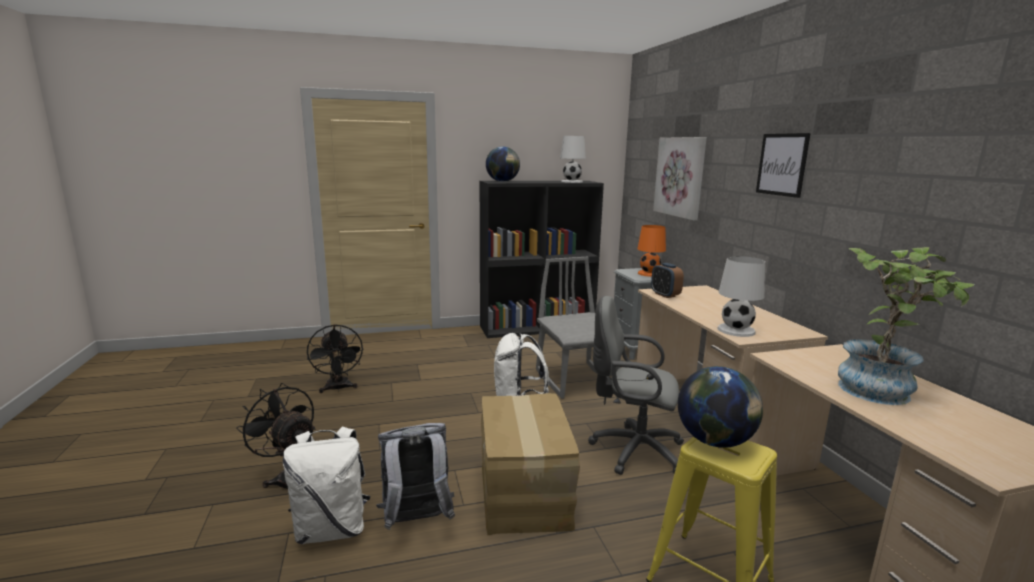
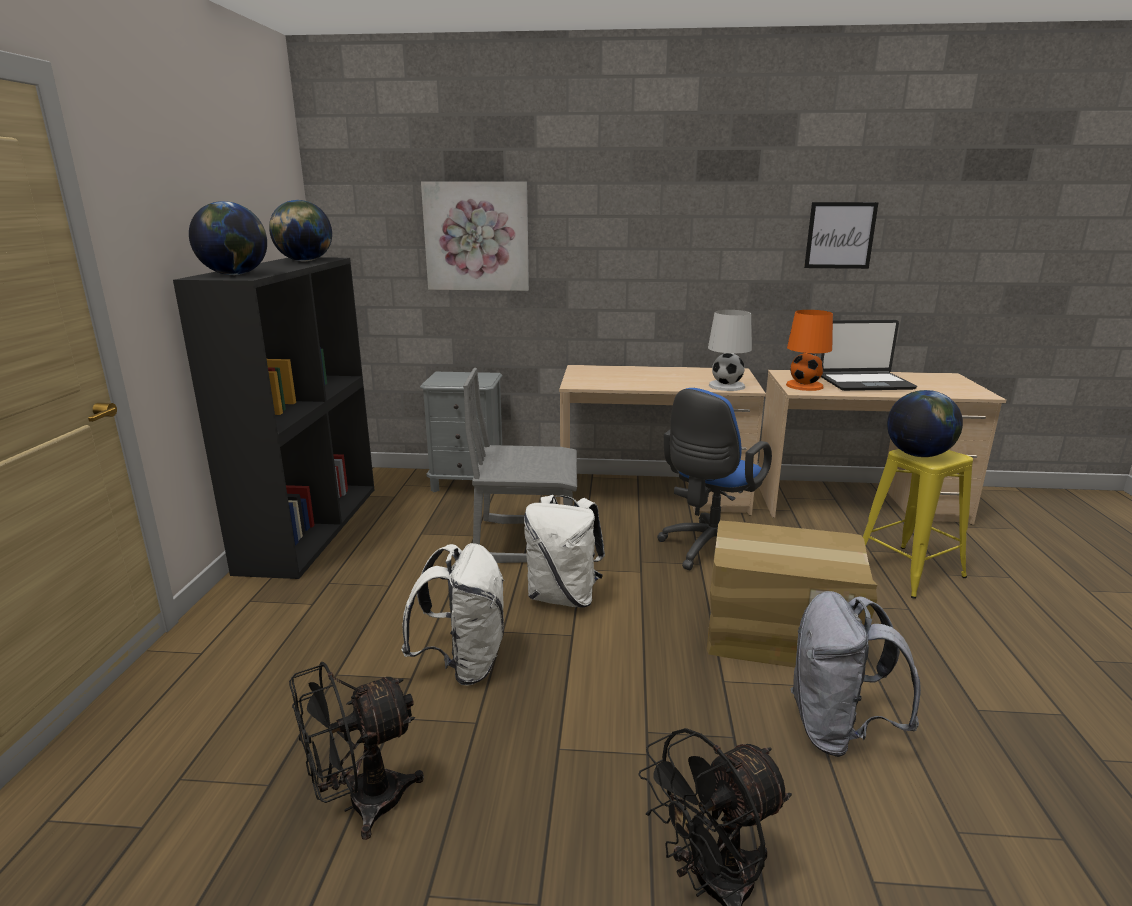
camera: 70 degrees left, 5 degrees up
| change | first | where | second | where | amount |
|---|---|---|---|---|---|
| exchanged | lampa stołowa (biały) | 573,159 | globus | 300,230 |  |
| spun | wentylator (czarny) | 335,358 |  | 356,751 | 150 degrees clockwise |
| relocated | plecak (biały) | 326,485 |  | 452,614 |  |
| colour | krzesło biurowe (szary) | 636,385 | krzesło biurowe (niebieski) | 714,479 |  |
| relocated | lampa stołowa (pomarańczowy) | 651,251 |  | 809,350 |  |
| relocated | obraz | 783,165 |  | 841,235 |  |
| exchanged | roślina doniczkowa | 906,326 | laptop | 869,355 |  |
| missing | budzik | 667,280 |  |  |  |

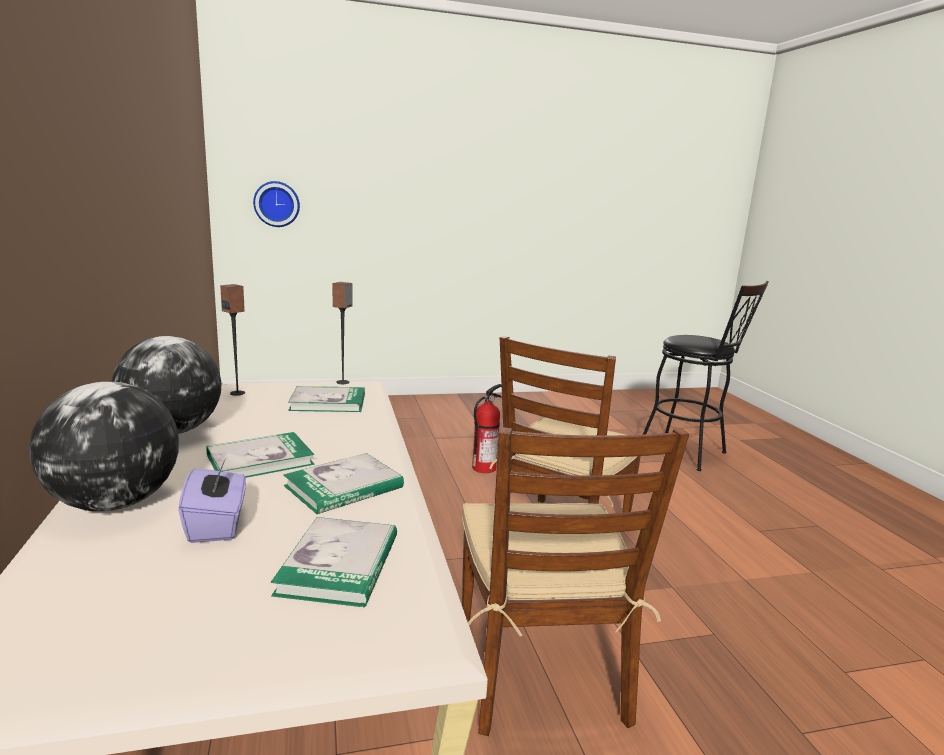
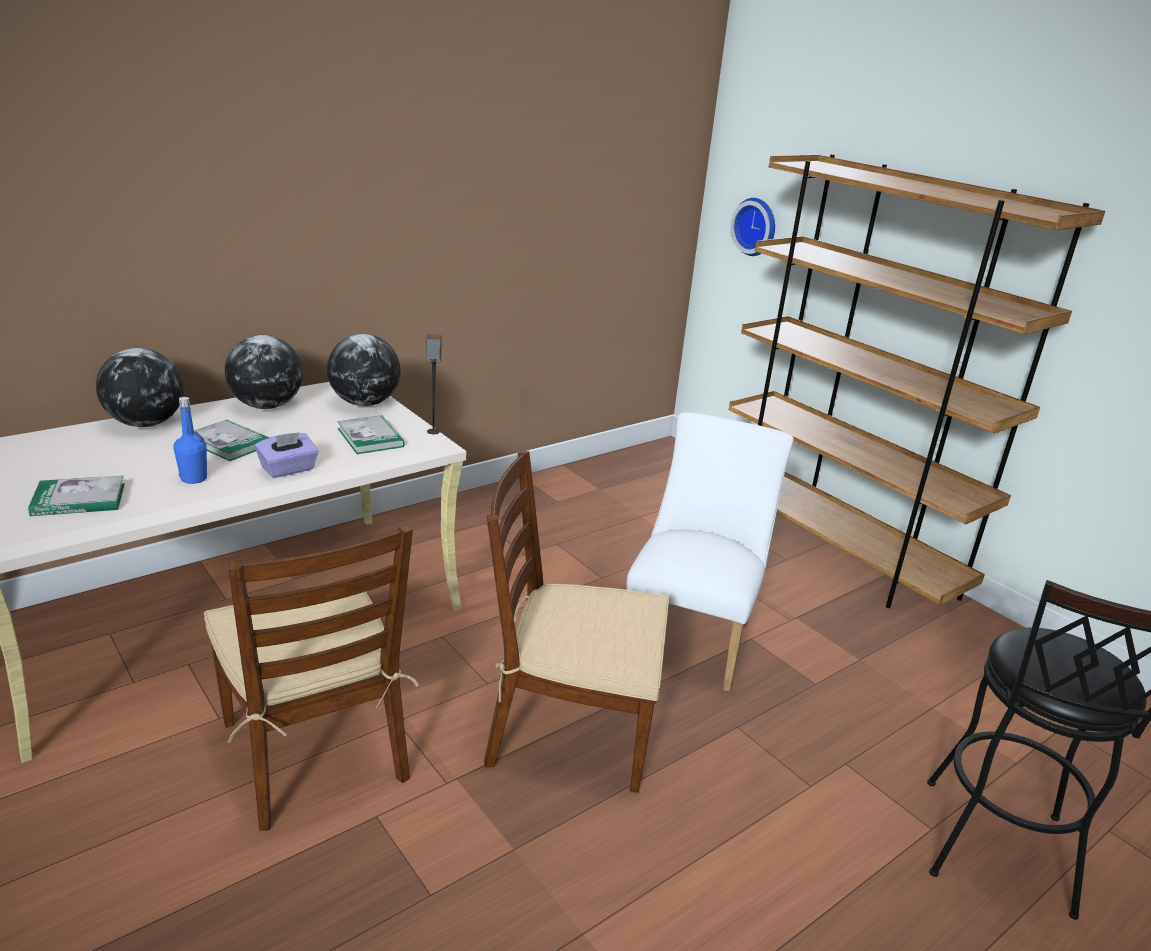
camera: 65 degrees right, 10 degrees up
| change | first | where | second | where | amount |
|---|---|---|---|---|---|
| exchanged | książka | 343,483 | butelka (niebieski) | 190,440 |  |
| spun | krzesło (brązowy) | 575,581 |  | 311,678 | 90 degrees counterclockwise |
| relocated | pudełko chusteczek (fioletowy) | 212,500 |  | 287,455 |  |
| exchanged | głośnik | 232,340 | globus | 364,370 |  |
| exchanged | gaśnica | 487,428 | krzesło (biały) | 710,552 |  |
| appeared |  |  | regał (brązowy) | 917,381 |  |

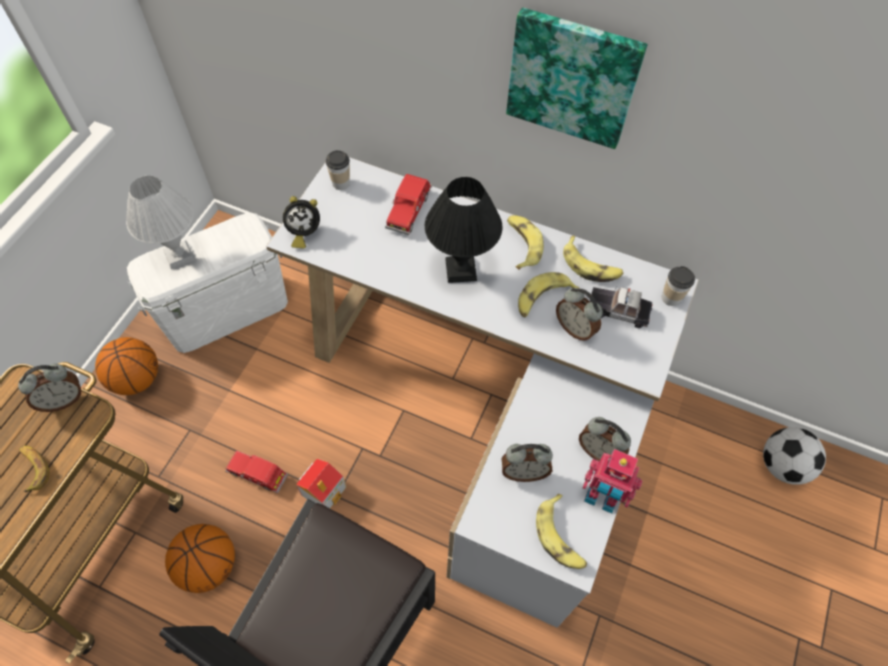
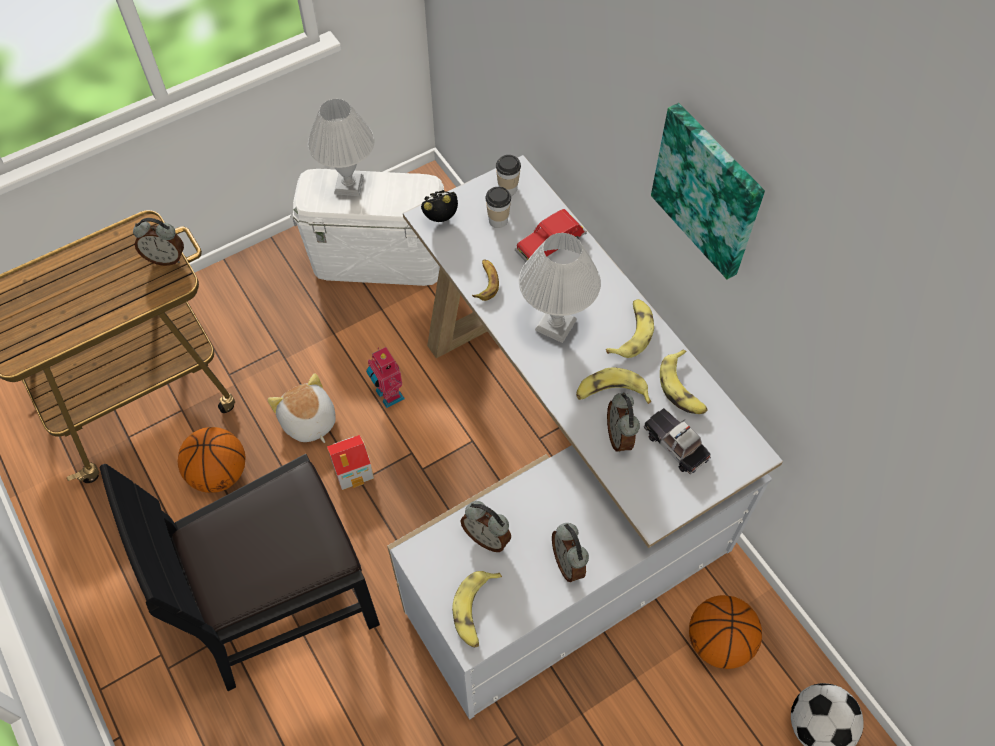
camera: 35 degrees right, 0 degrees up
| change | first | where | second | where | amount |
|---|---|---|---|---|---|
| exchanged | samochodzik (czerwony) | 256,472 | pluszak | 302,408 |  |
| relocated | robot zabawkowy | 612,481 |  | 385,377 |  |
| spun | budzik | 301,222 |  | 439,206 | 135 degrees clockwise |
| relocated | banan | 34,469 |  | 485,280 |  |
| relocated | filiżanka | 678,286 |  | 498,207 |  |
| colour | lampa stołowa (czarny) | 463,230 | lampa stołowa (biały) | 560,288 |  |
| relocated | piłka do koszykówki | 126,366 |  | 725,632 |  |

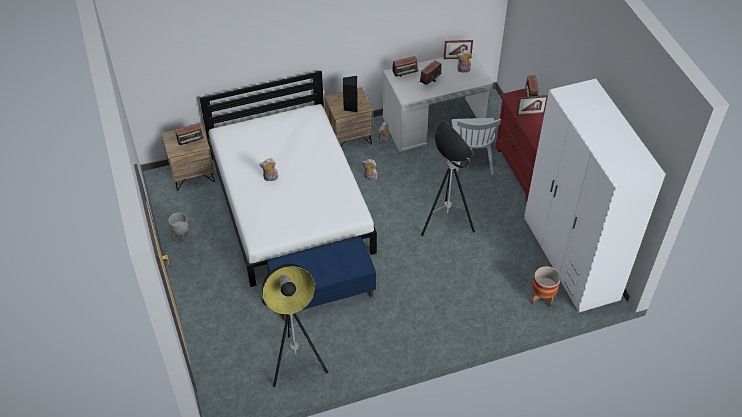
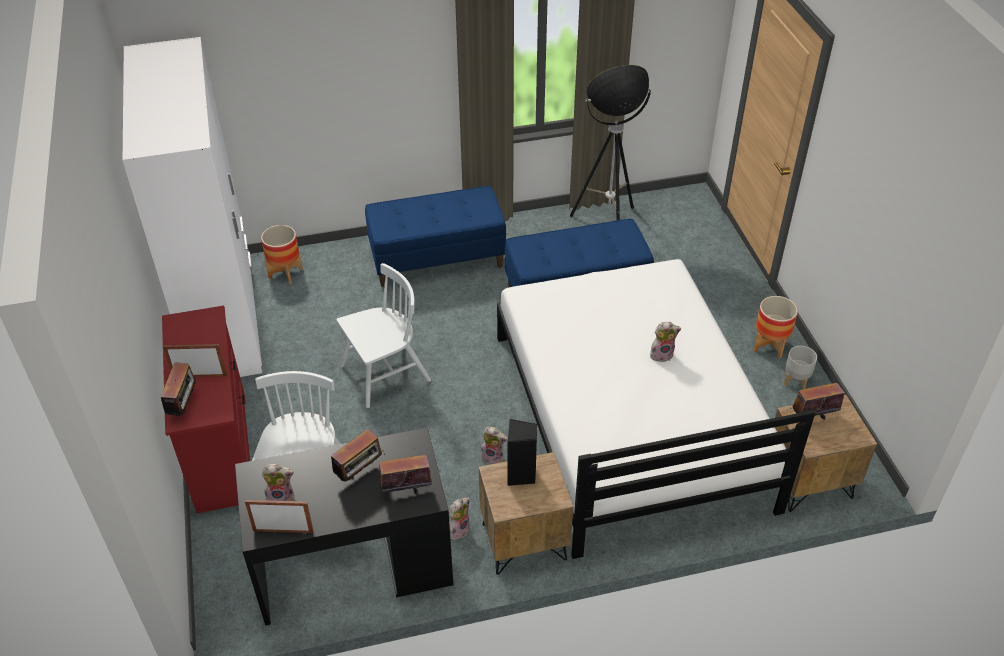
camera: 175 degrees left, 5 degrees down
| change | first | where | second | where | amount |
|---|---|---|---|---|---|
| colour | biurko (biały) | 438,101 | biurko (czarny) | 344,527 |  |
| exchanged | lampa stojąca | 448,178 | krzesło (biały) | 384,335 |  |
| appeared |  |  | ławka (niebieski) | 435,236 |  |
| appeared |  |  | donica | 775,327 |  |

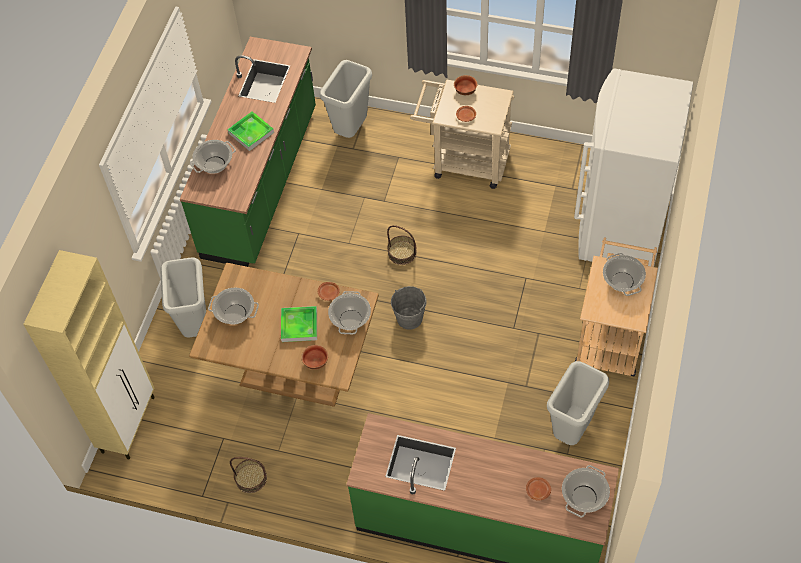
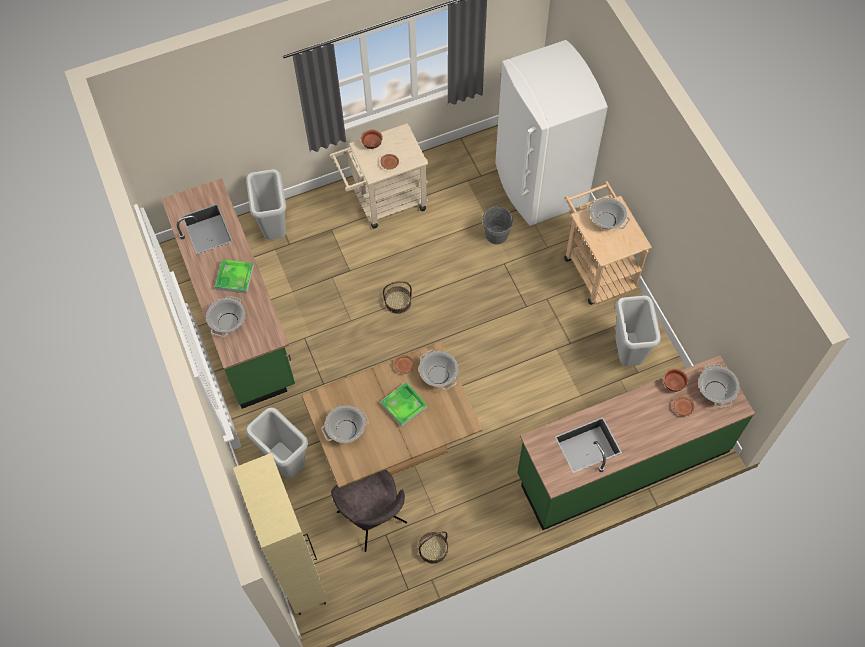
camera: 40 degrees left, 5 degrees up
| change | first | where | second | where | amount |
|---|---|---|---|---|---|
| appeared |  |  | krzesło (szary) | 369,511 |  |
| relocated | wiadro (szary) | 409,308 |  | 498,225 |  |
| relocated | miska | 314,357 |  | 676,380 |  |

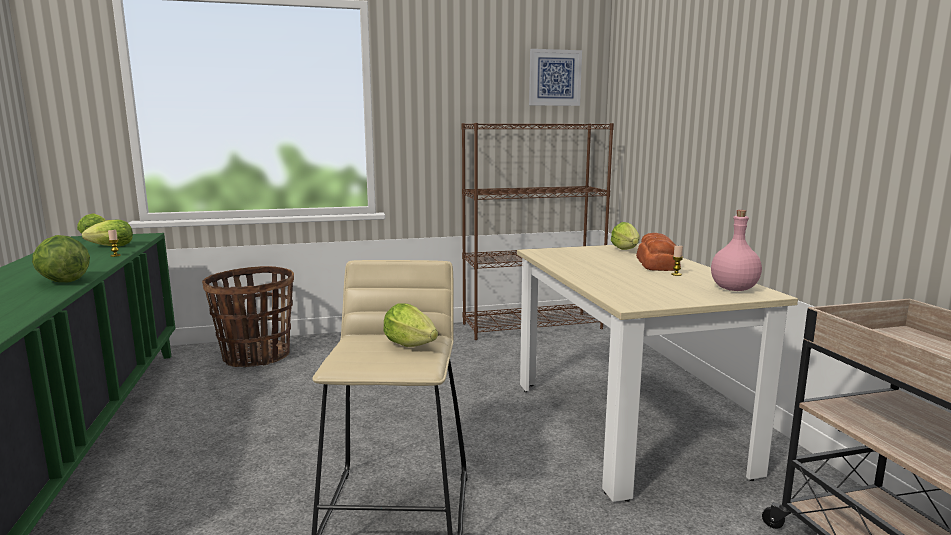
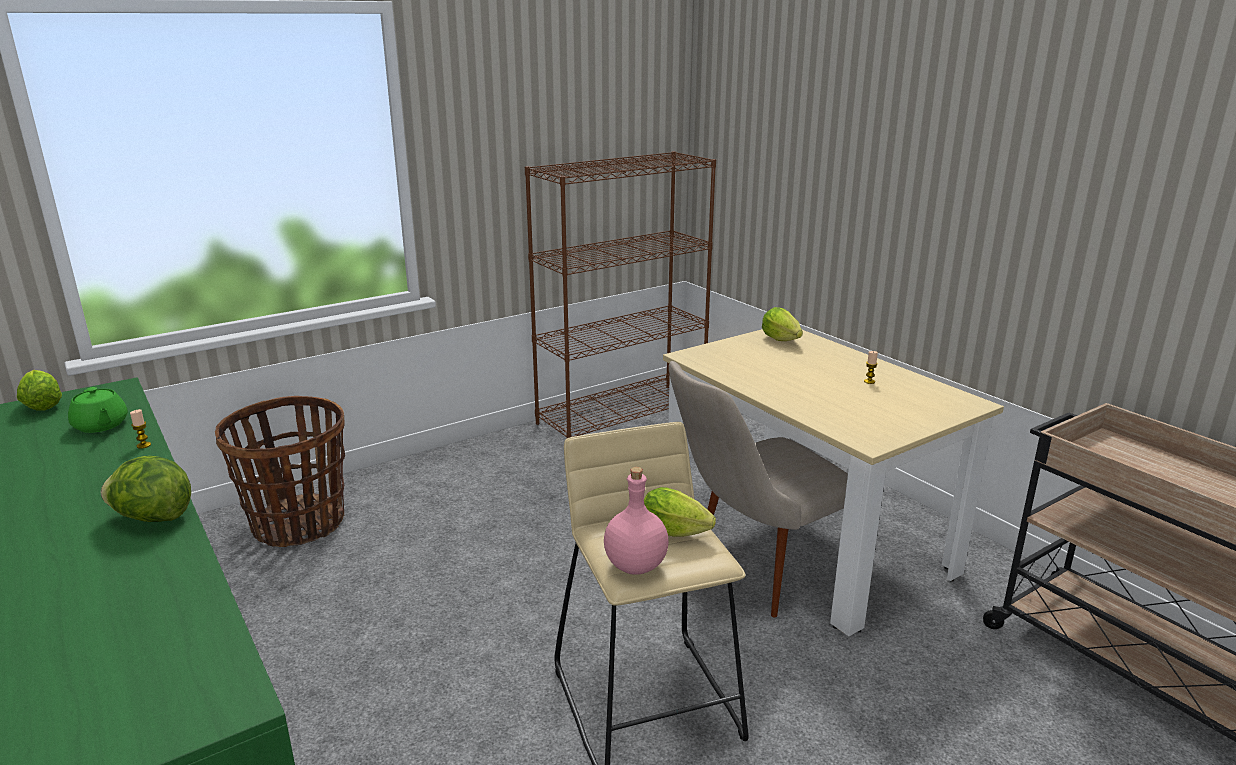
camera: 20 degrees left, 10 degrees up
| change | first | where | second | where | amount |
|---|---|---|---|---|---|
| exchanged | sałata | 107,233 | imbryk (zielony) | 98,410 |  |
| relocated | butelka (różowy) | 736,250 |  | 636,521 |  |
| appeared |  |  | krzesło (beżowy) | 758,489 |  |
| missing | obraz | 555,77 |  |  |  |
| missing | chleb | 658,252 |  |  |  |

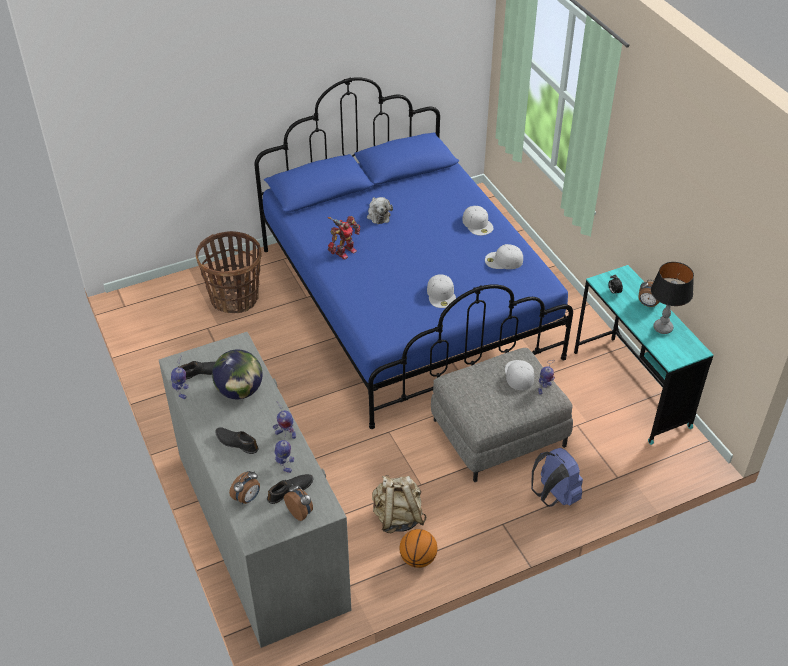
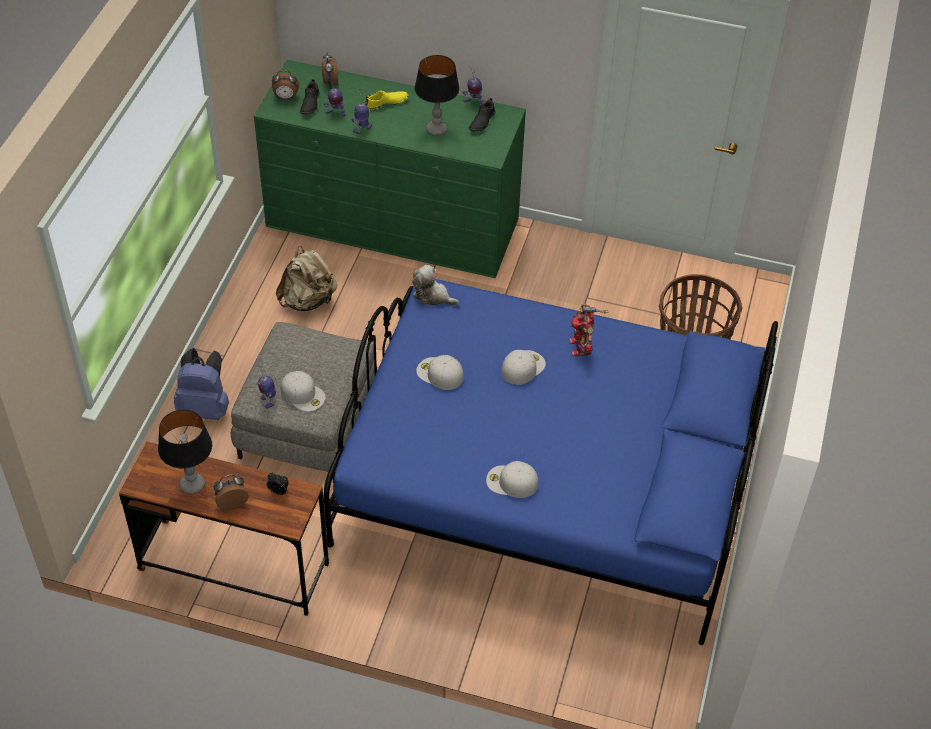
camera: 130 degrees right, 5 degrees up
| change | first | where | second | where | amount |
|---|---|---|---|---|---|
| colour | biurko (turkusowy) | 643,355 | biurko (brązowy) | 224,528 |  |
| colour | komoda (szary) | 255,490 | komoda (zielony) | 390,169 |  |
| colour | but (czarny) | 236,440 | but (żółty) | 386,100 |  |
| relocated | pluszak | 380,210 |  | 435,285 |  |
| exchanged | globus | 237,374 | lampa stołowa | 437,95 |  |
| relocated | czapka z daszkiem (biały) | 504,256 |  | 523,367 |  |
| missing | piłka do koszykówki | 418,548 |  |  |  |

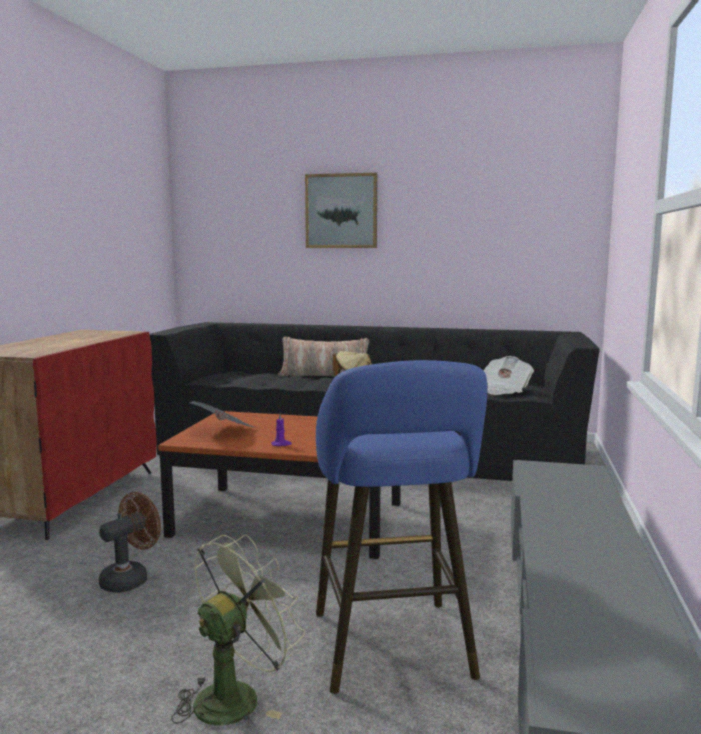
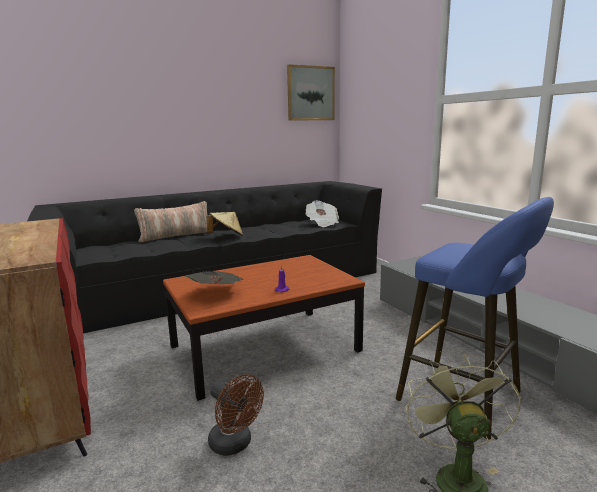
camera: 40 degrees left, 5 degrees up
| change | first | where | second | where | amount |
|---|---|---|---|---|---|
| spun | wentylator (brązowy) | 130,542 |  | 236,415 | 135 degrees clockwise |
| relocated | obraz | 341,210 |  | 311,92 |  |

